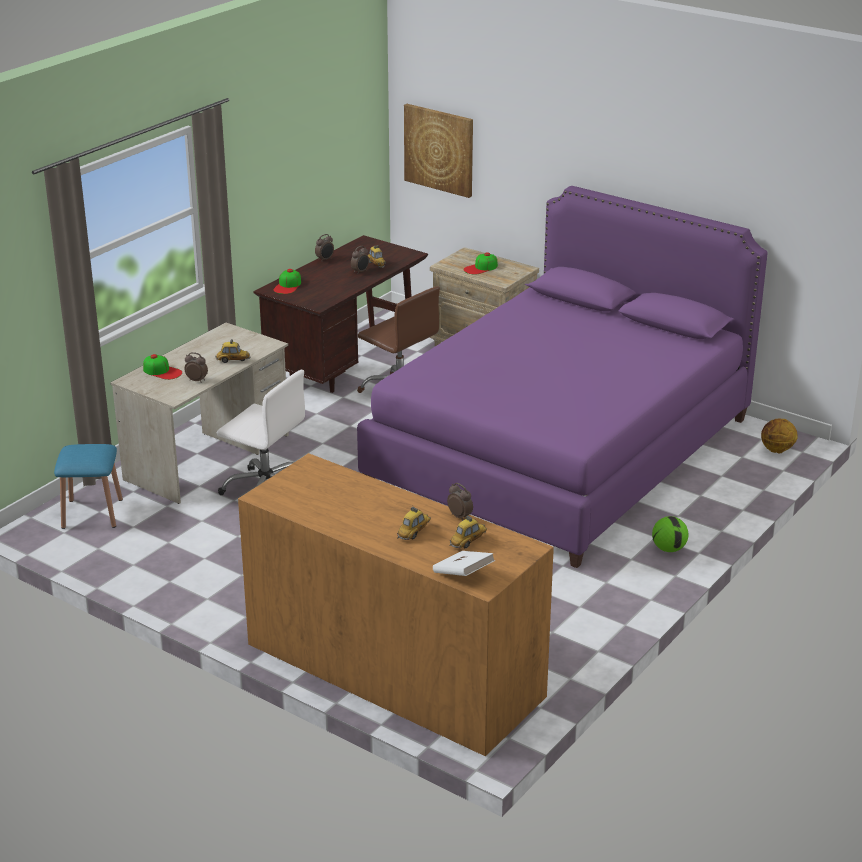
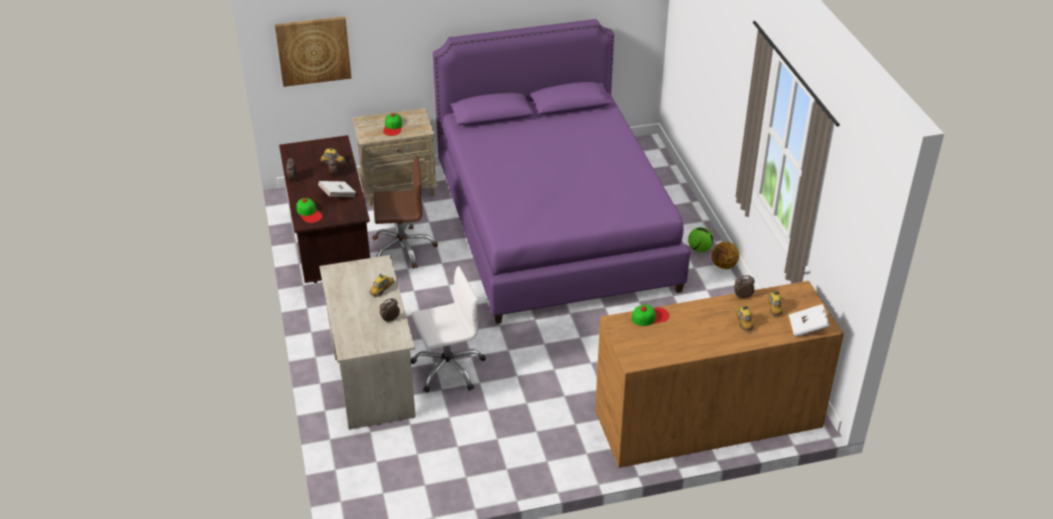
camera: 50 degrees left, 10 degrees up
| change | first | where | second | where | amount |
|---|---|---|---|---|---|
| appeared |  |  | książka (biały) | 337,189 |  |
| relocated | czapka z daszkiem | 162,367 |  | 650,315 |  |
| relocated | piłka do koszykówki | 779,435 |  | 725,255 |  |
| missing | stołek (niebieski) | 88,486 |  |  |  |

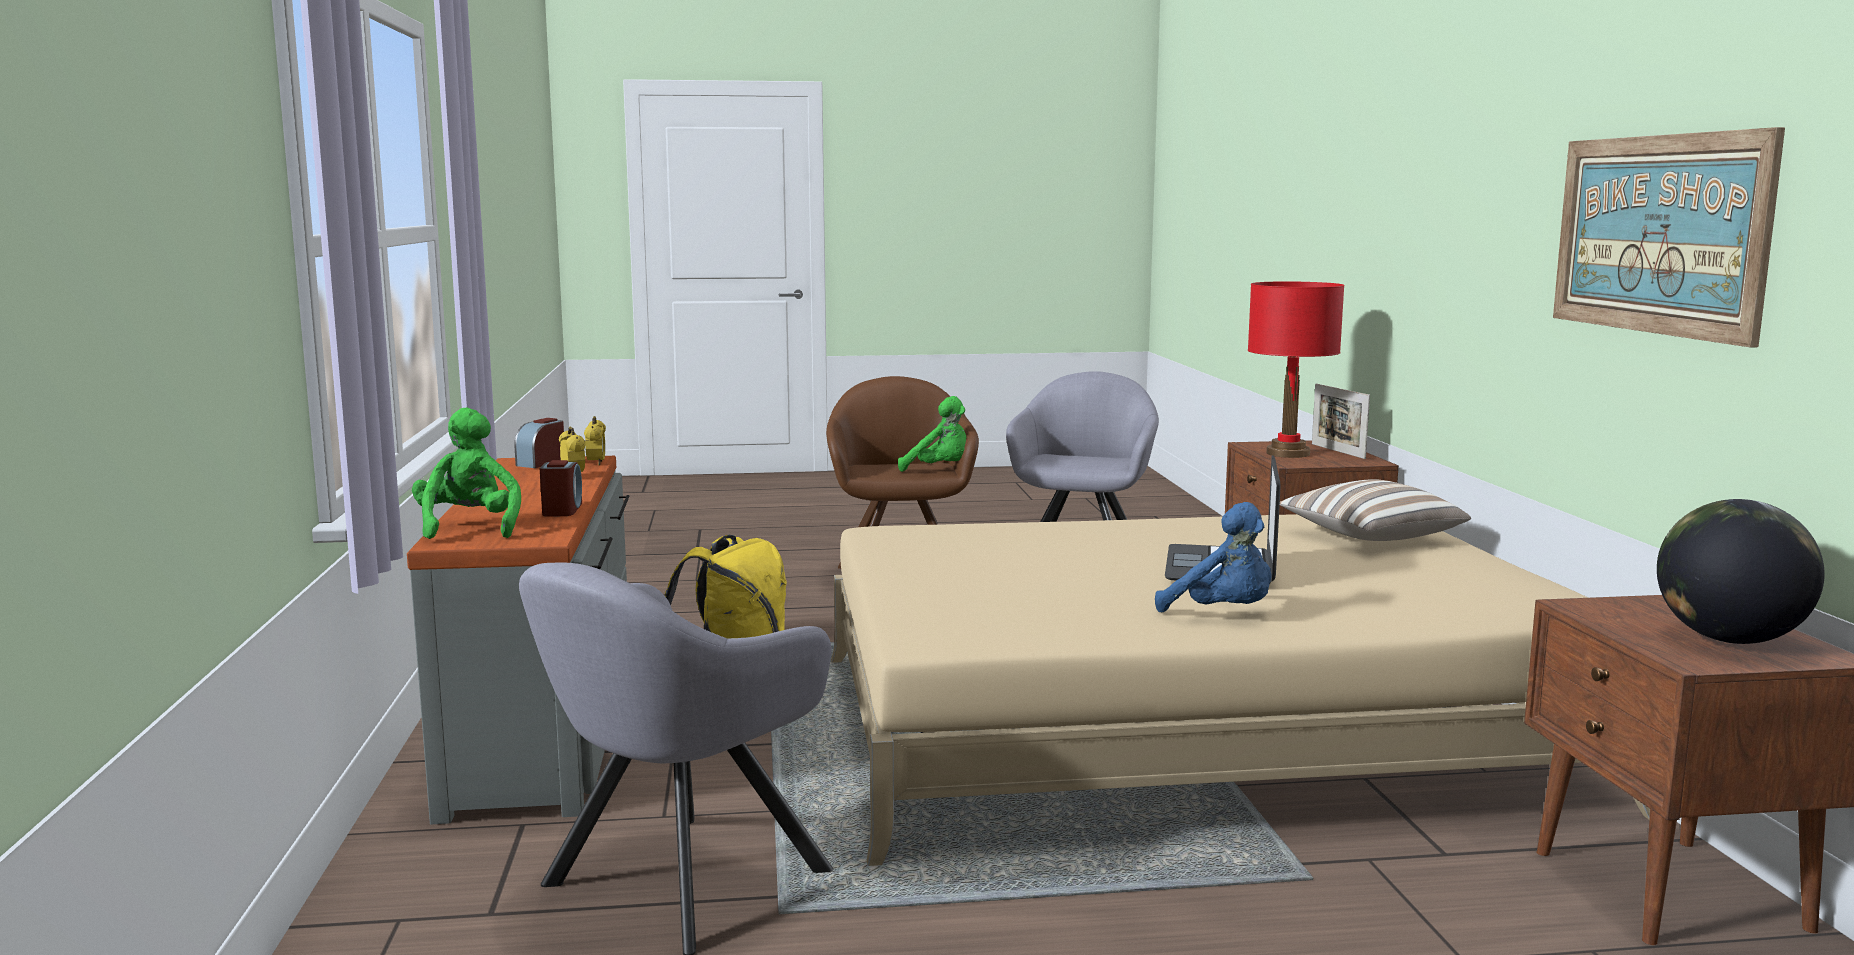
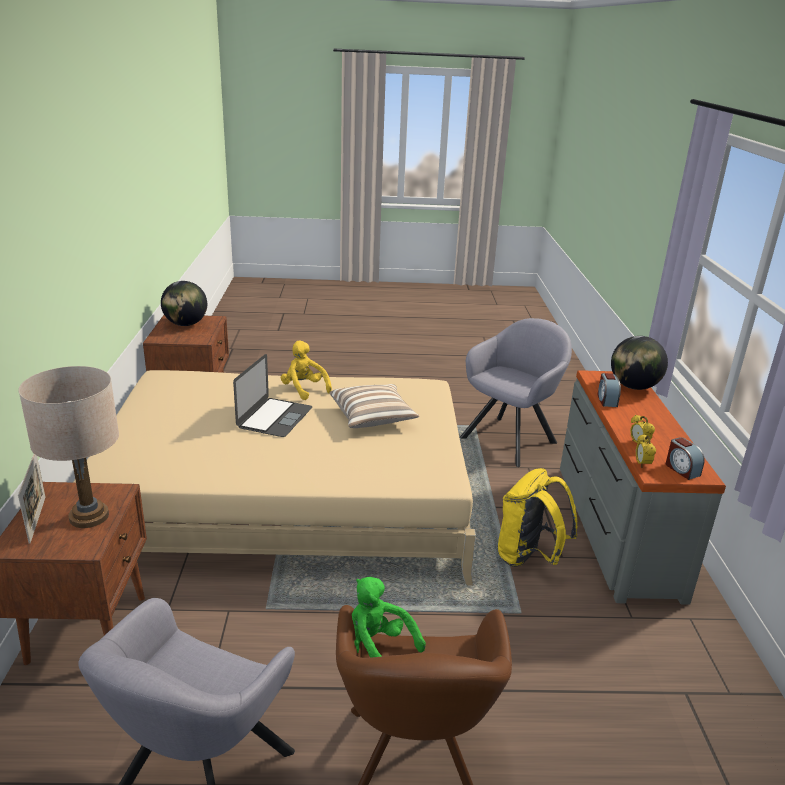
camera: 175 degrees left, 15 degrees up
| change | first | where | second | where | amount |
|---|---|---|---|---|---|
| colour | lampa stołowa (czerwony) | 1296,369 | lampa stołowa (beżowy) | 69,447 |  |
| colour | pluszak (niebieski) | 1213,557 | pluszak (żółty) | 306,370 |  |
| relocated | poduszka | 1375,510 |  | 374,406 |  |
| exchanged | pluszak (zielony) | 466,473 | globus | 639,363 |  |
| spun | budzik | 539,443 |  | 685,458 | 120 degrees clockwise |
| missing | obraz | 1669,237 |  |  |  |

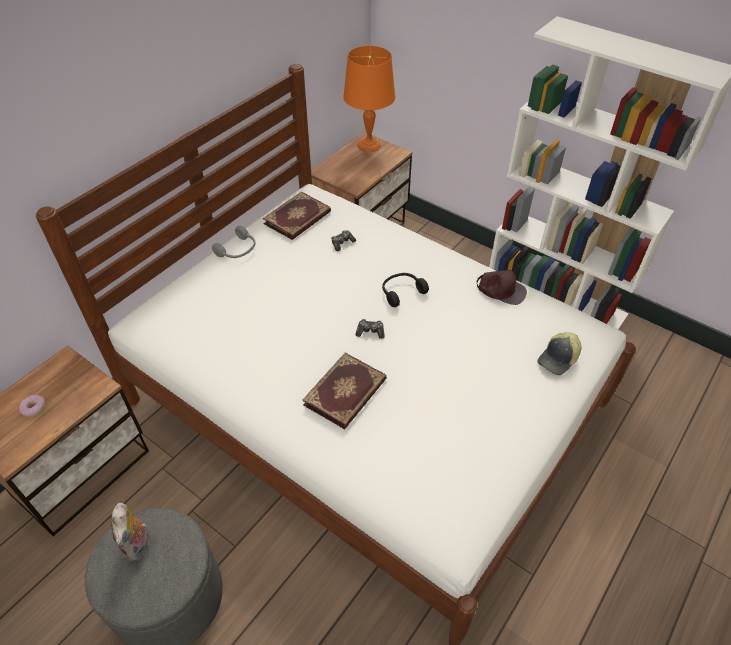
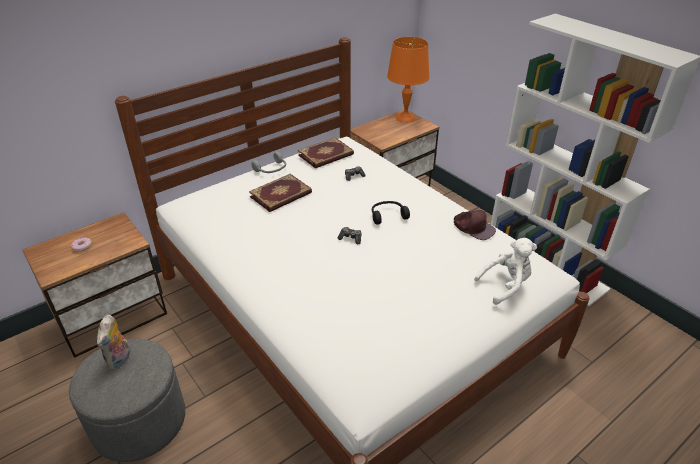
camera: 15 degrees right, 10 degrees down
| change | first | where | second | where | amount |
|---|---|---|---|---|---|
| relocated | książka | 344,391 |  | 280,193 |  |
| exchanged | czapka z daszkiem | 559,353 | pluszak (biały) | 505,271 |  |

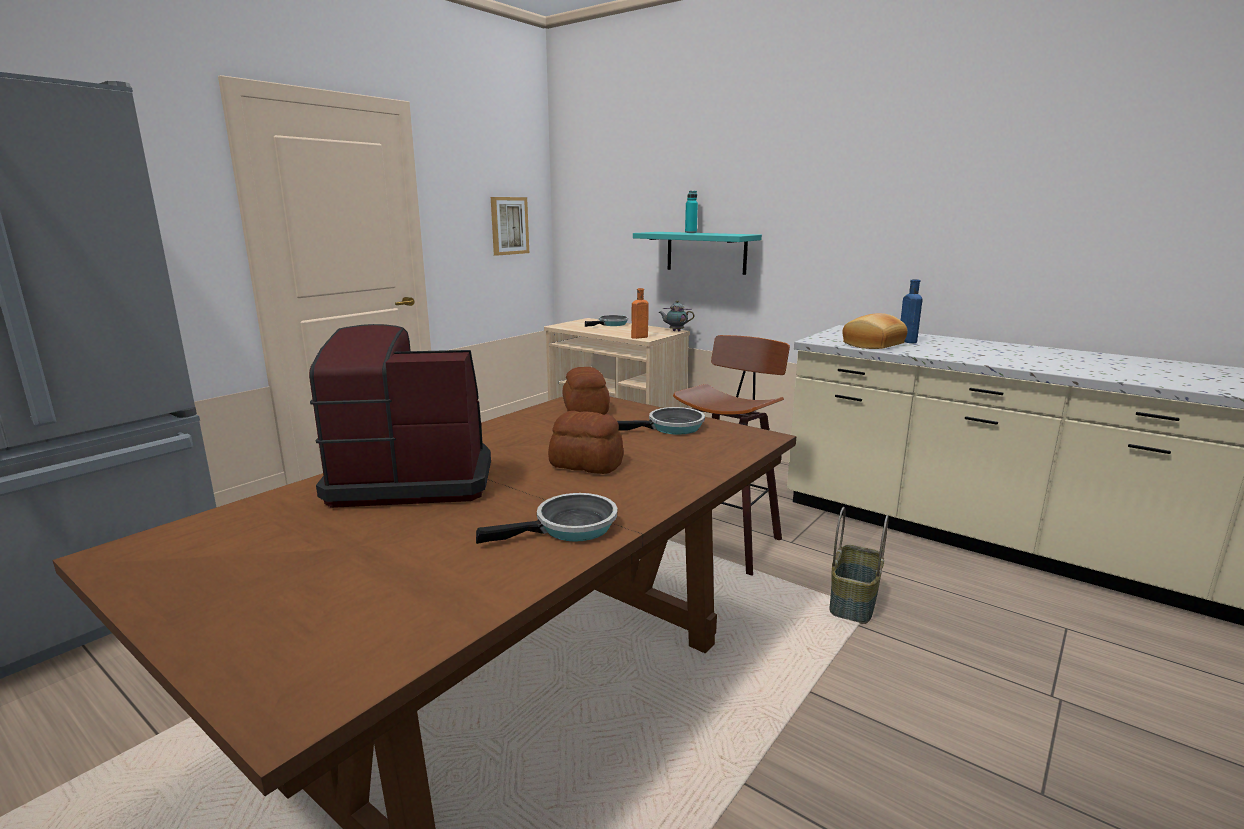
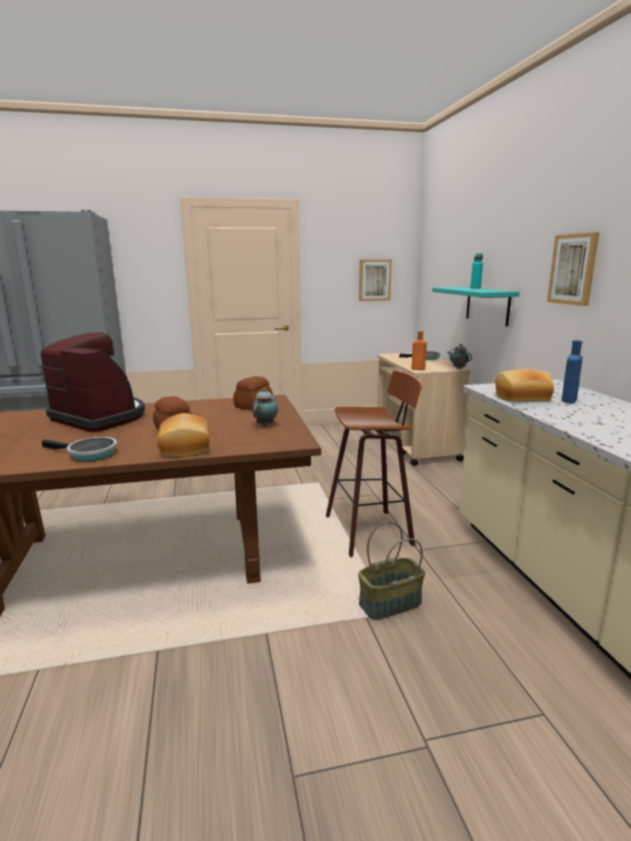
camera: 40 degrees right, 0 degrees up
| change | first | where | second | where | amount |
|---|---|---|---|---|---|
| appeared |  |  | chleb | 183,435 |  |
| exchanged | patelnia | 661,421 | imbryk | 264,407 |  |
| appeared |  |  | obraz | 573,269 |  |

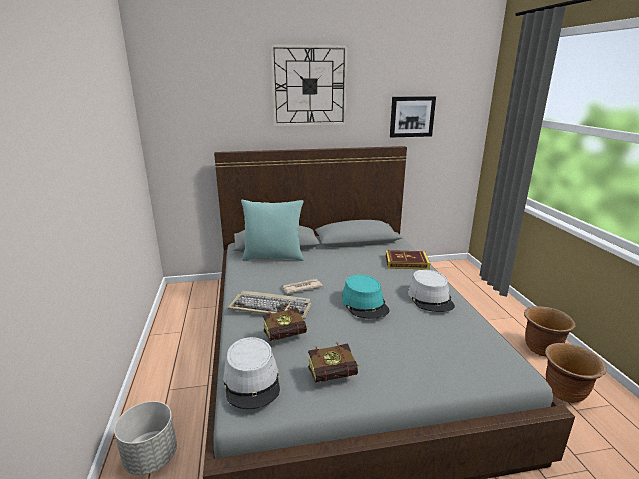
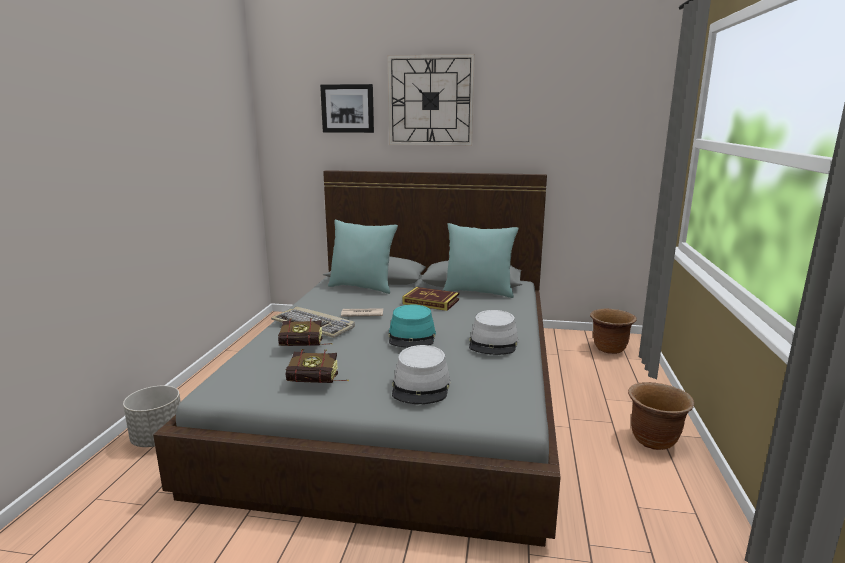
camera: 20 degrees right, 5 degrees down
| change | first | where | second | where | amount |
|---|---|---|---|---|---|
| relocated | obraz | 413,116 |  | 347,108 |  |
| relocated | kapelusz (szary) | 251,373 |  | 421,374 |  |
| relocated | książka | 407,260 |  | 430,299 |  |
| appeared |  |  | poduszka (turkusowy) | 481,260 |  |
| relocated | donica (brązowy) | 576,373 |  | 613,331 |  |

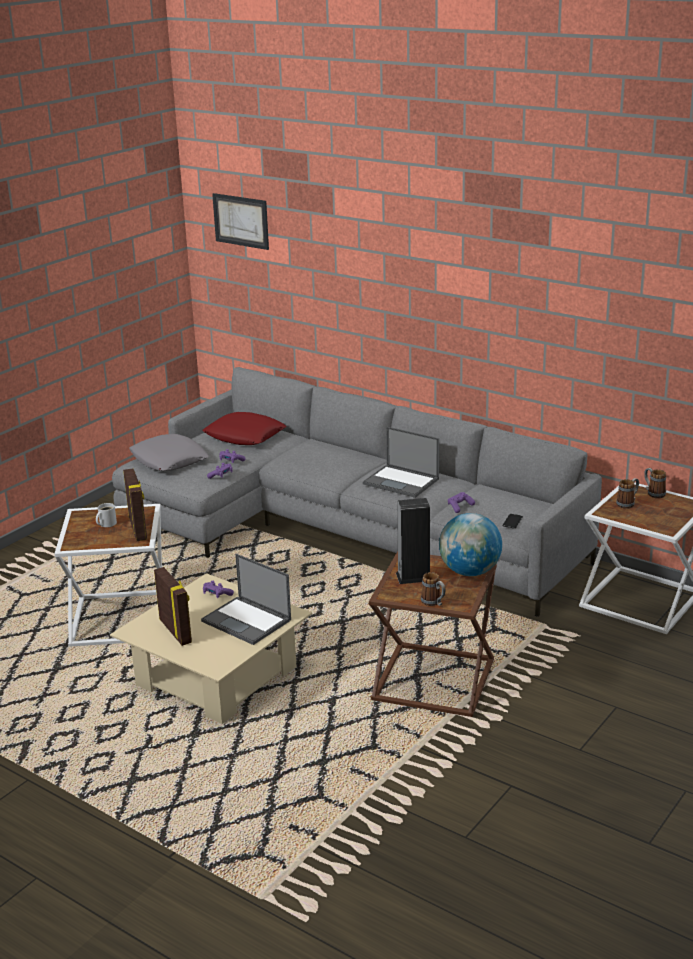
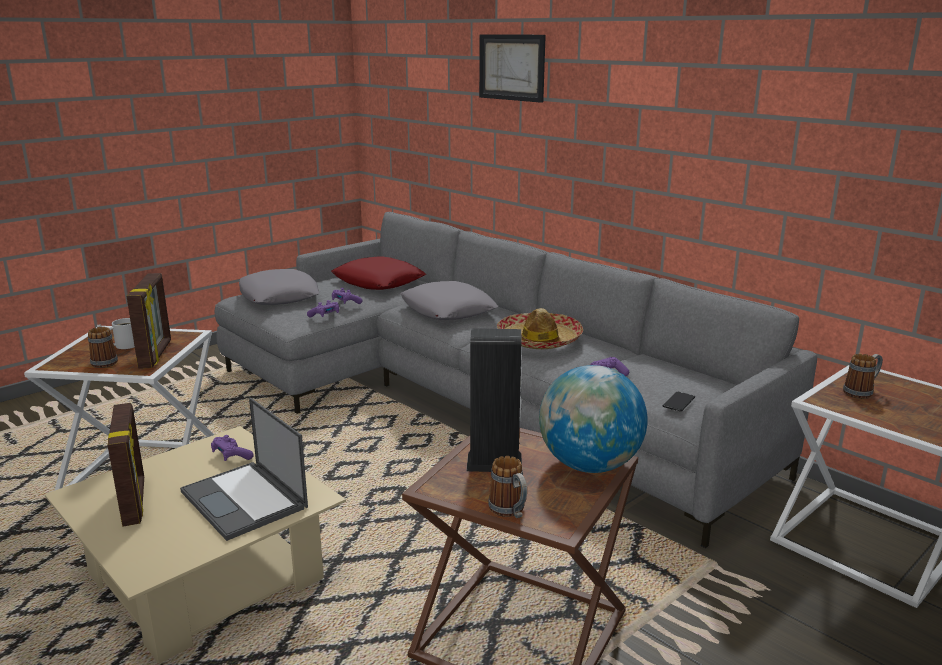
camera: 10 degrees right, 5 degrees down
| change | first | where | second | where | amount |
|---|---|---|---|---|---|
| relocated | kubek | 655,483 |  | 103,346 |  |
| appeared |  |  | poduszka (szary) | 449,300 |  |
| relocated | obraz | 240,221 |  | 512,68 |  |
| exchanged | laptop | 401,462 | kapelusz | 540,328 |  |

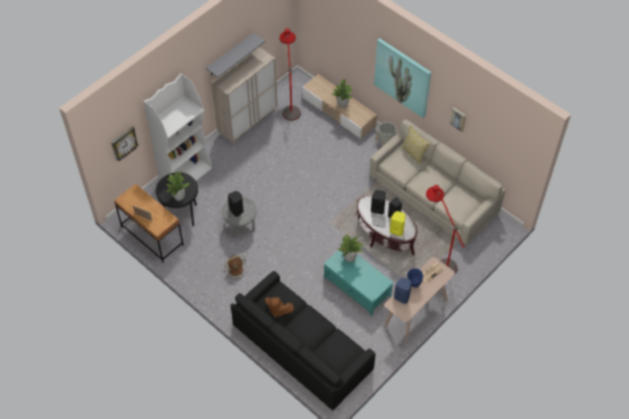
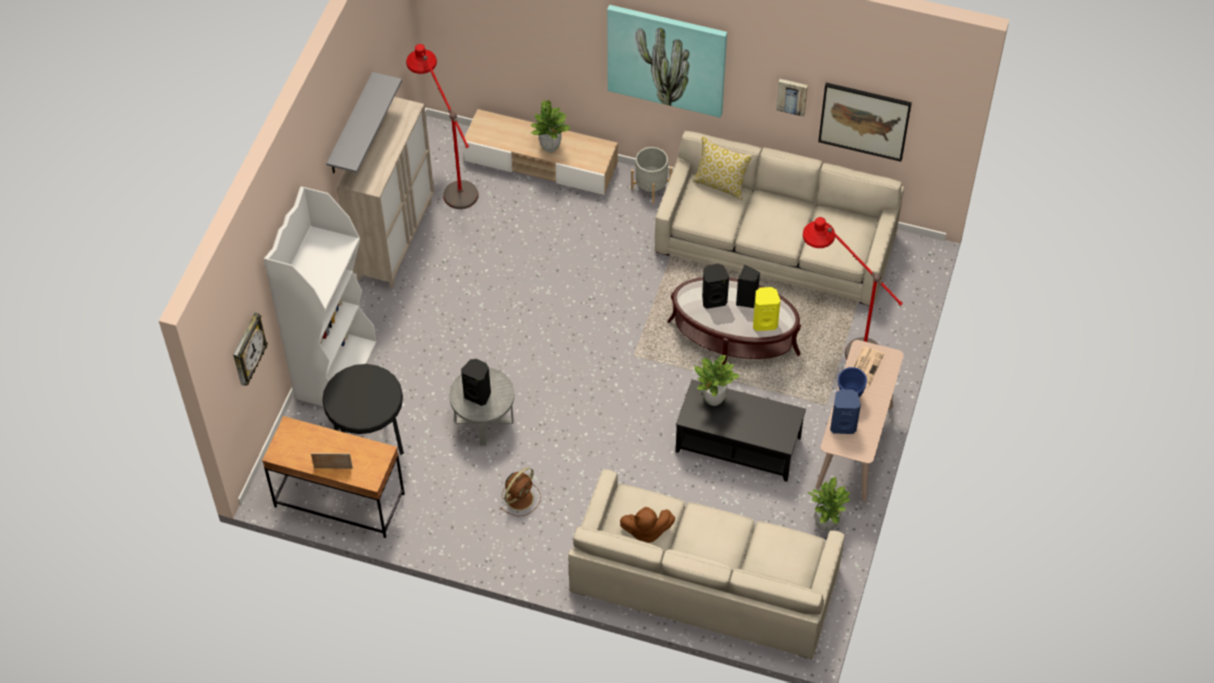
camera: 25 degrees left, 0 degrees up
| change | first | where | second | where | amount |
|---|---|---|---|---|---|
| colour | kanapa (czarny) | 303,340 | kanapa (beżowy) | 706,564 |  |
| colour | ława (turkusowy) | 359,281 | ława (czarny) | 741,430 |  |
| relocated | roślina doniczkowa | 178,186 |  | 828,504 |  |
| appeared |  |  | obraz | 865,122 |  |

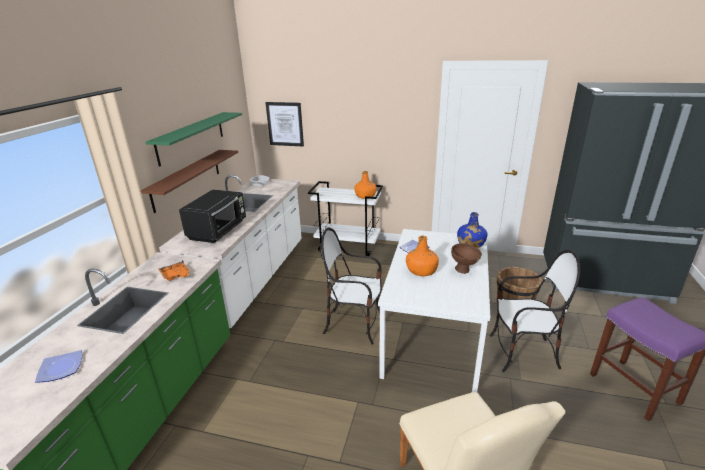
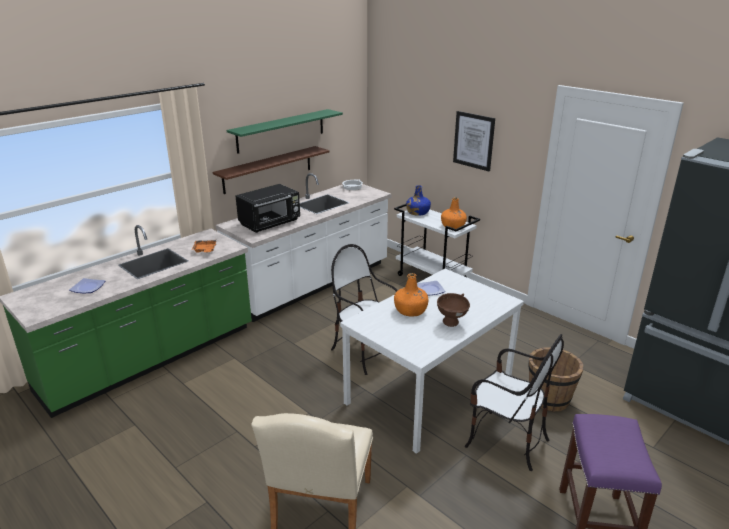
camera: 30 degrees right, 0 degrees up
| change | first | where | second | where | amount |
|---|---|---|---|---|---|
| relocated | butelka (niebieski) | 472,230 |  | 418,200 |  |
| relocated | obraz | 284,124 |  | 474,141 |  |

